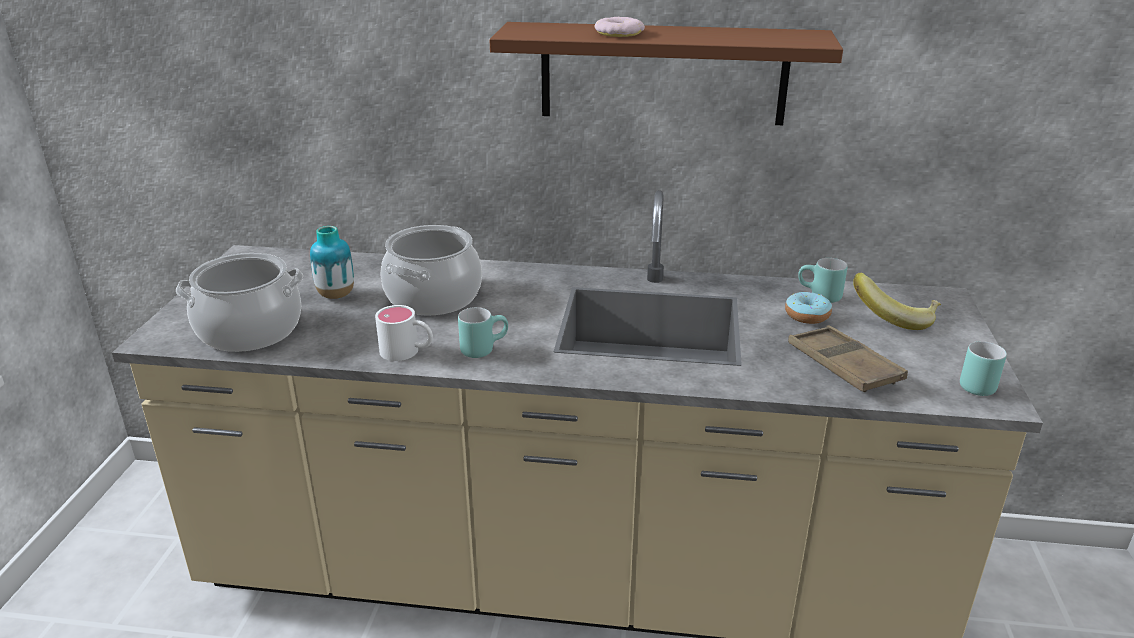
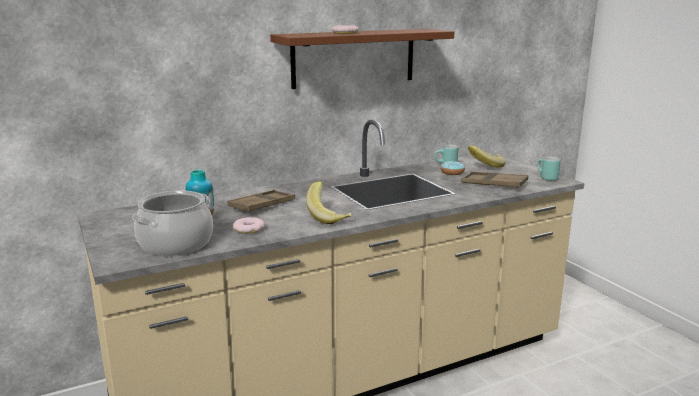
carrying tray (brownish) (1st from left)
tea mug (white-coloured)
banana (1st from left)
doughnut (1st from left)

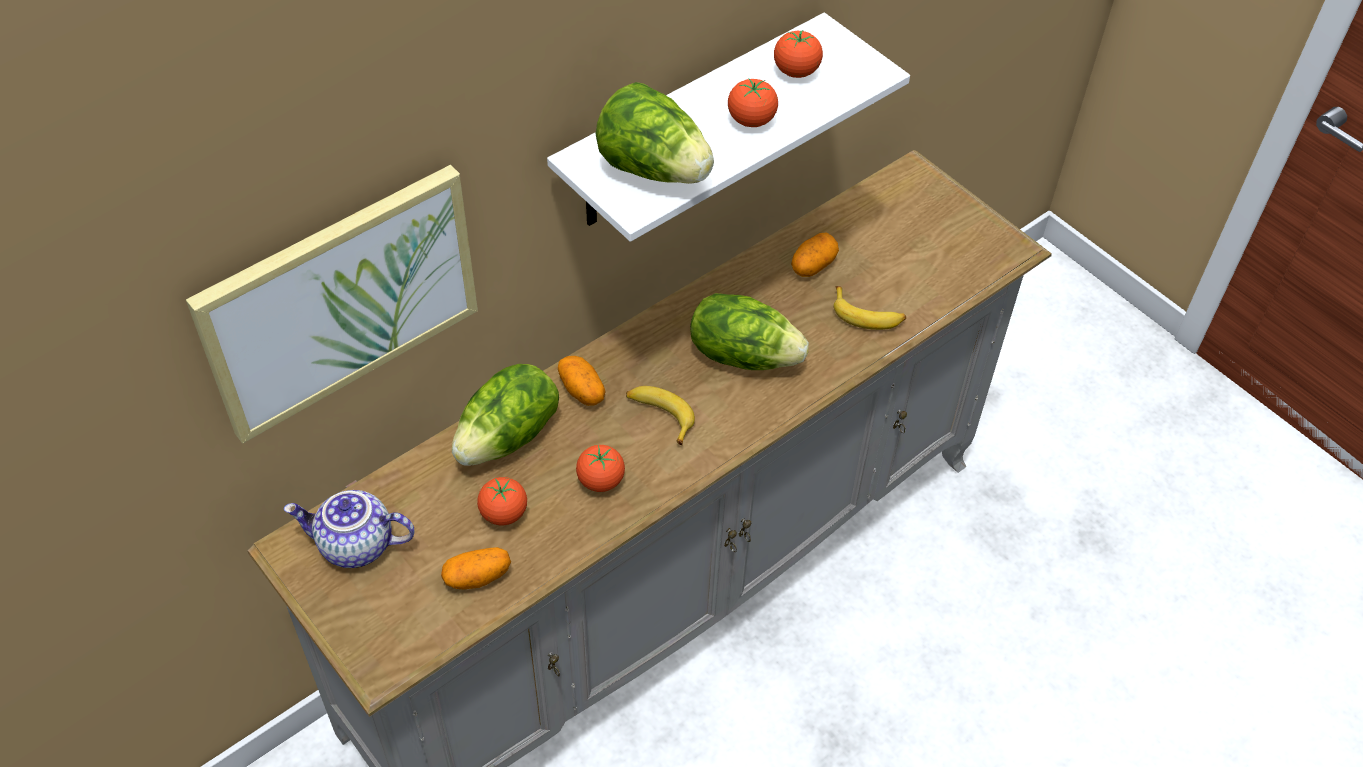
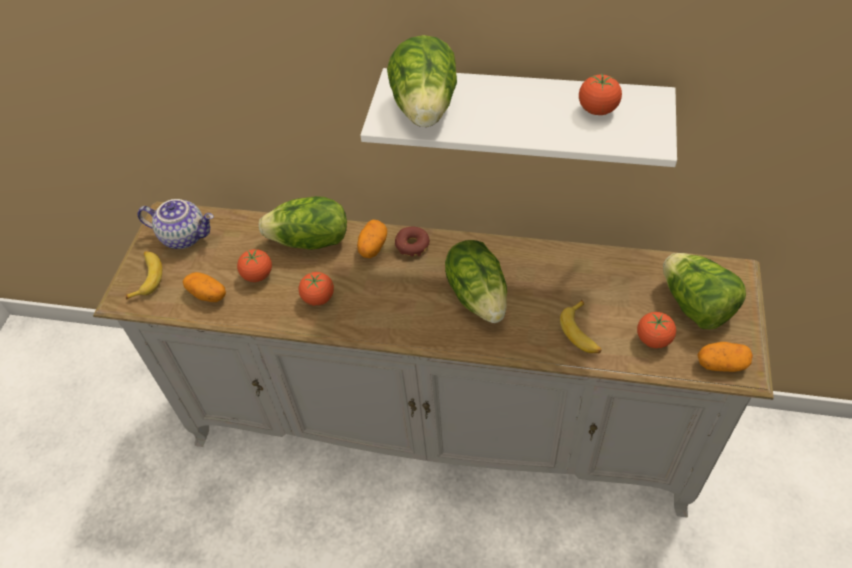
fresh tomato (4th from left)
wall picture
potato (3rd from left)
banana (1st from left)
pot for tea
doughnut
lettuce (4th from left)

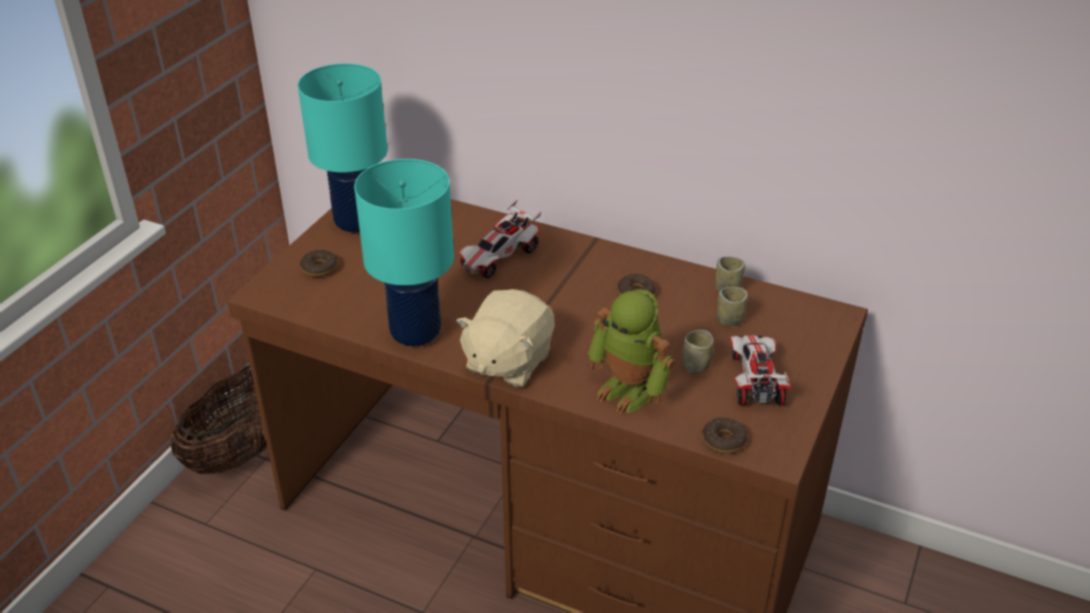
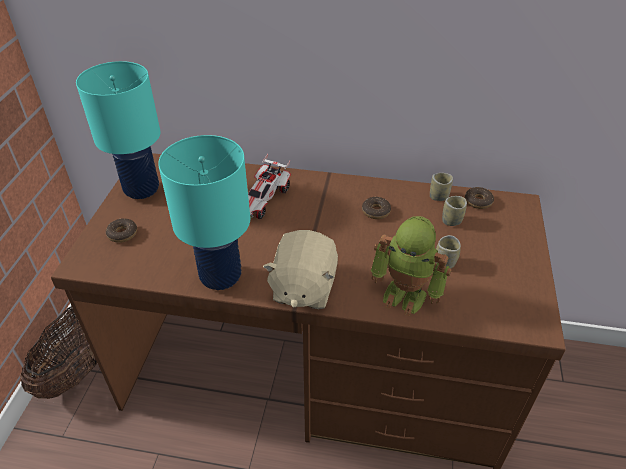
model car (2nd from left in the first image)
doughnut (3rd from left)

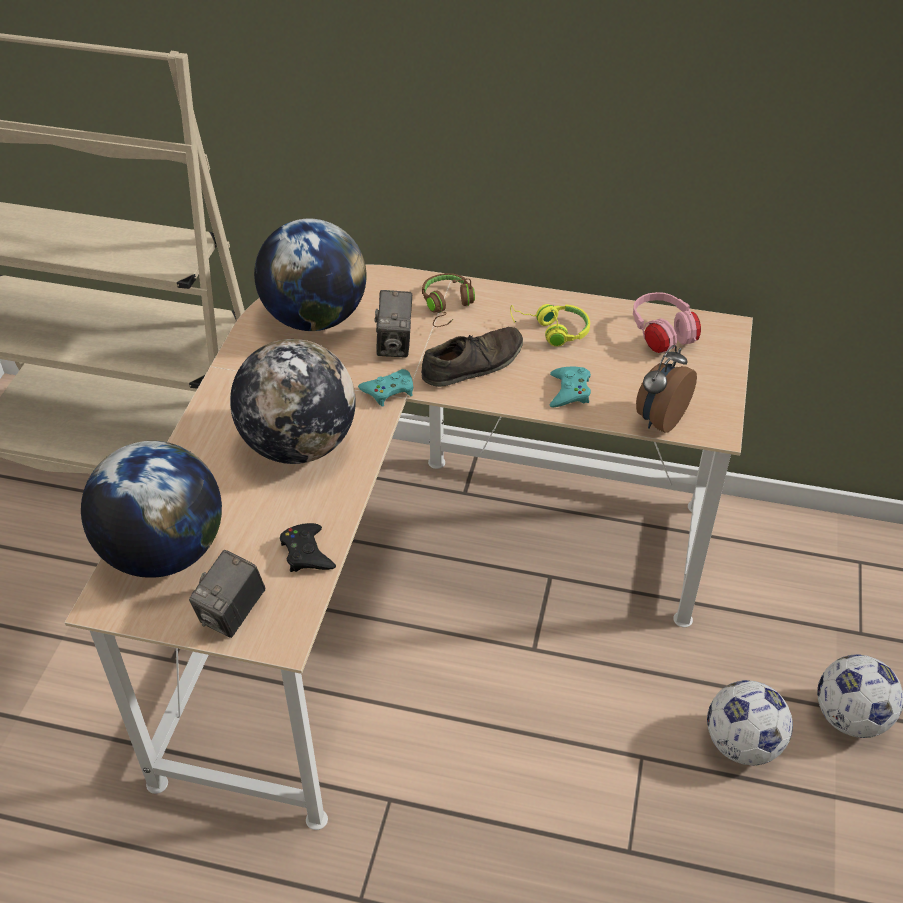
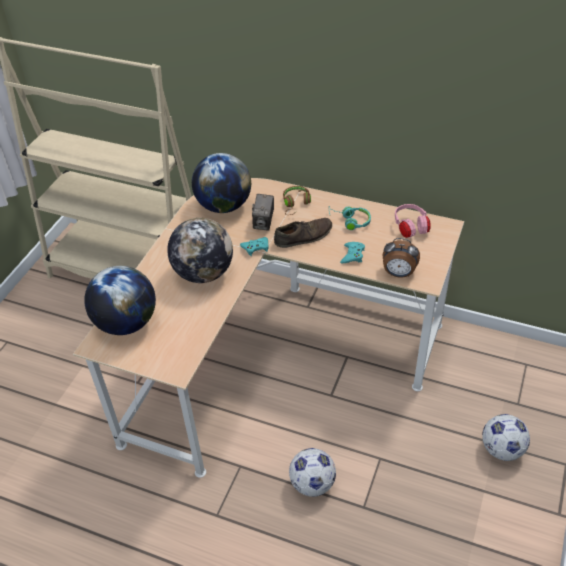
headphones (turquoise)
bedside clock
gamepad (blackish)
photo camera (1st from left in the first image)
football ball (1st from left)

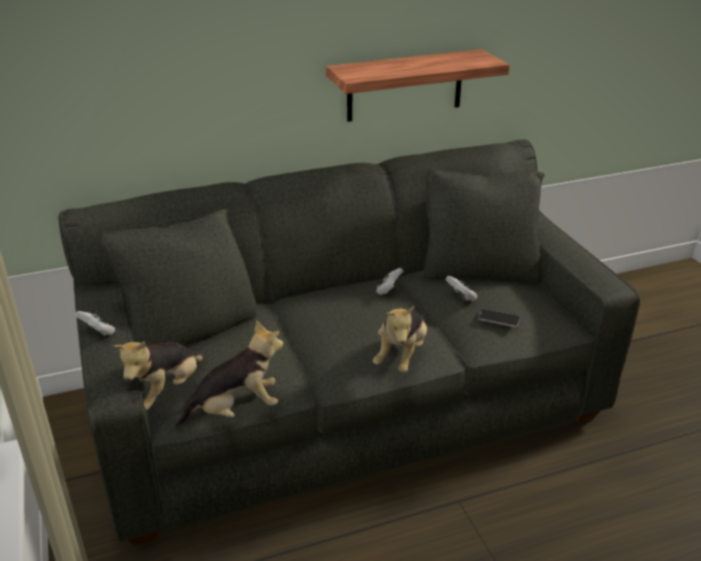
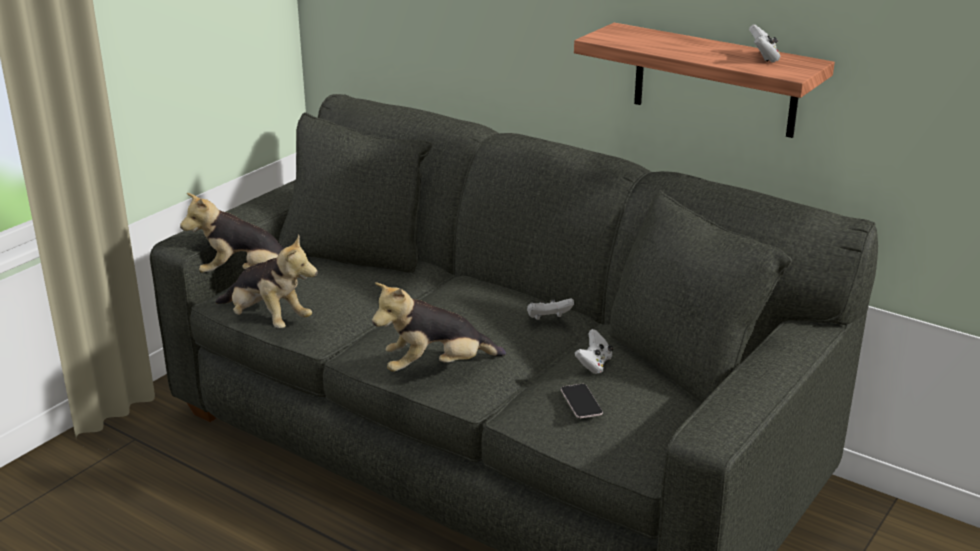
gamepad (white-coloured) (3rd from left)

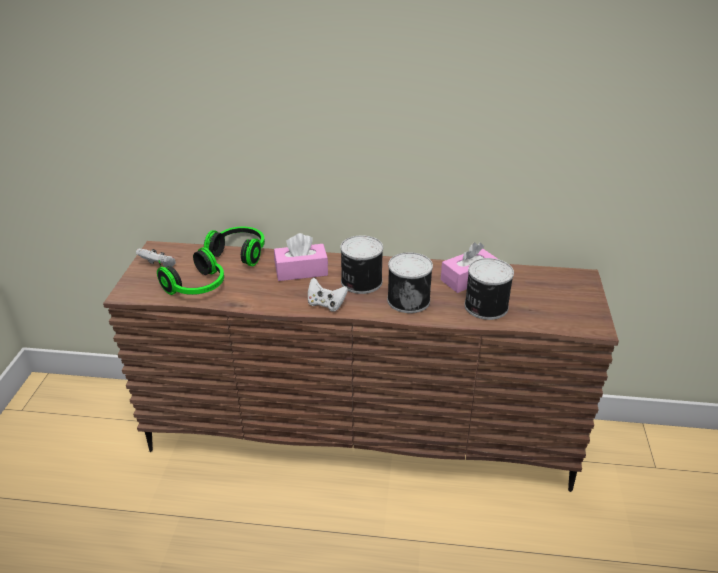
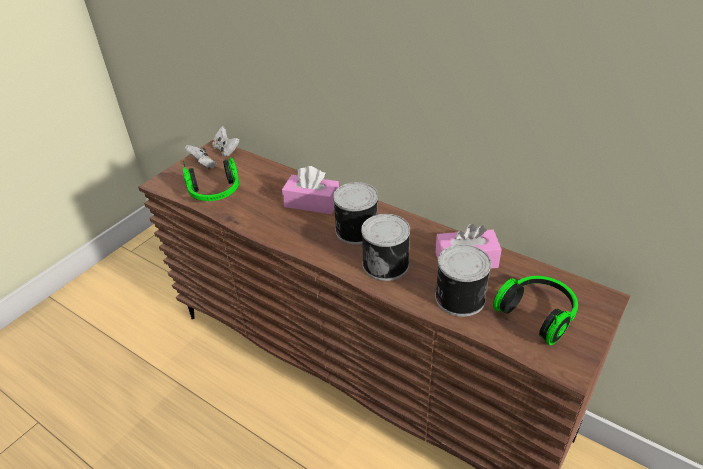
headphones (2nd from left)
gamepad (white-coloured) (2nd from left)

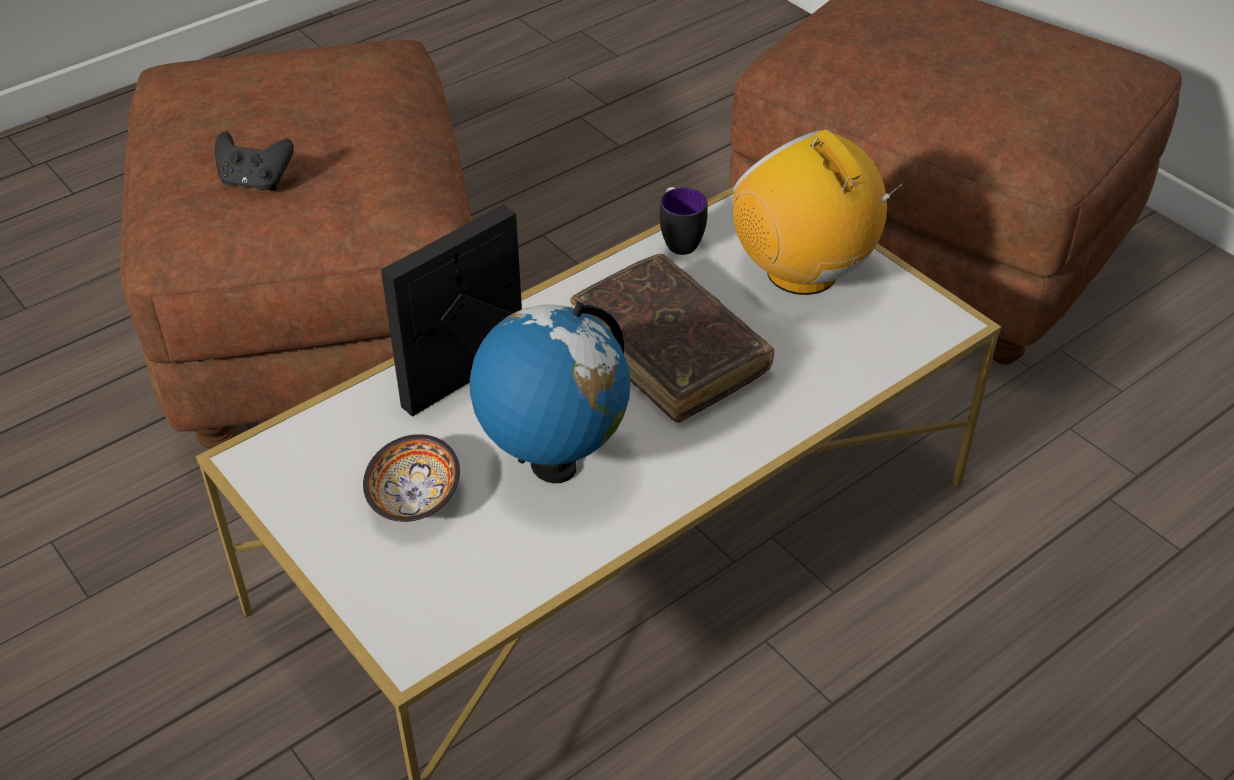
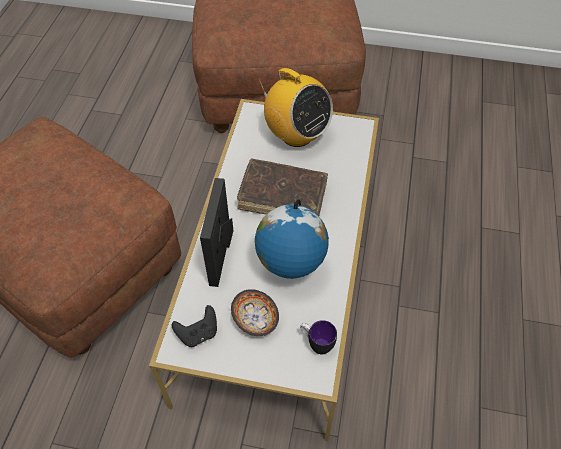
radio receiver
gamepad (blackish)
tea mug

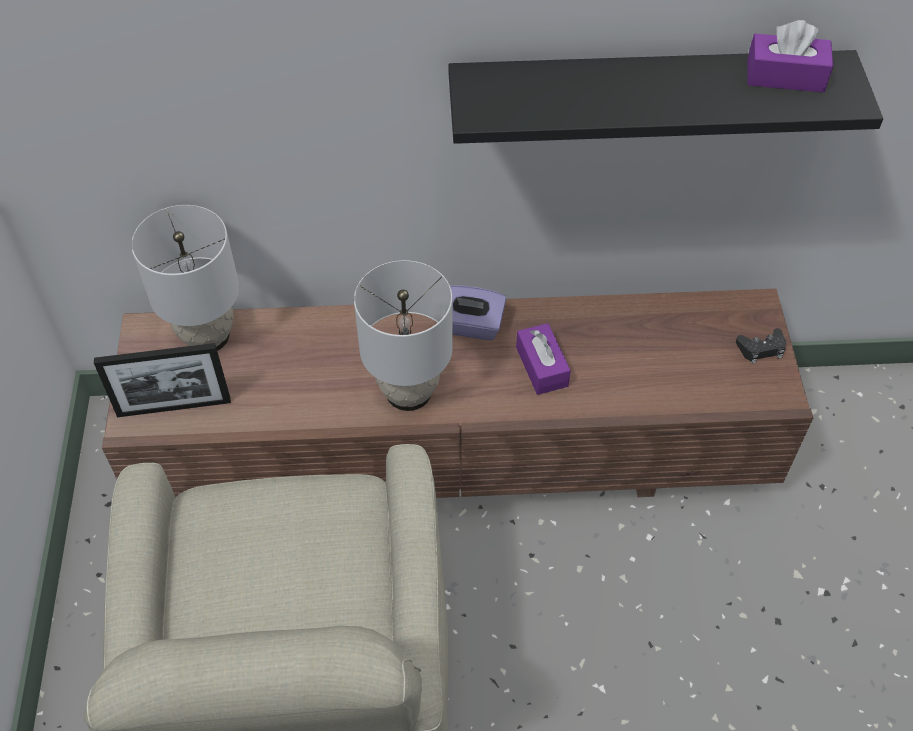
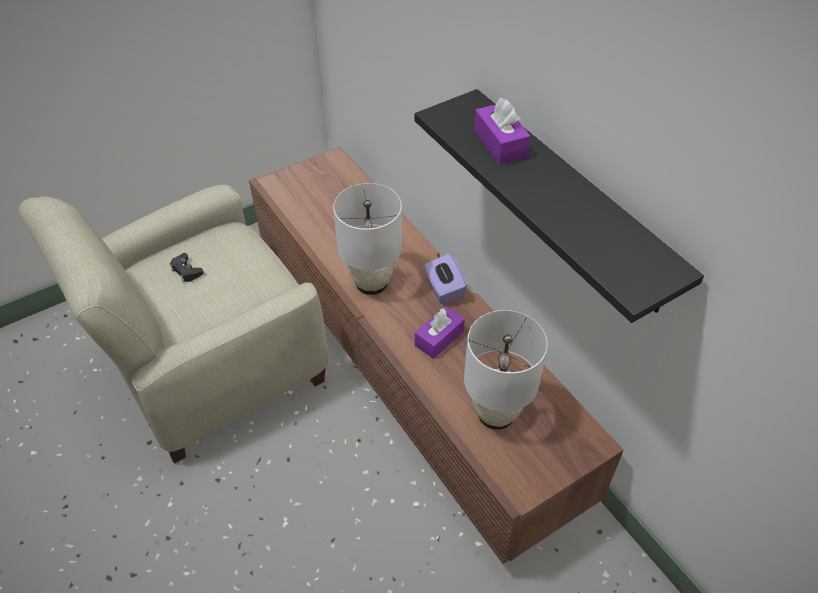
box of tissues (purplish) (3rd from left)
lamp for a table (white-coloured) (2nd from left)
gamepad (blackish)
standing frame

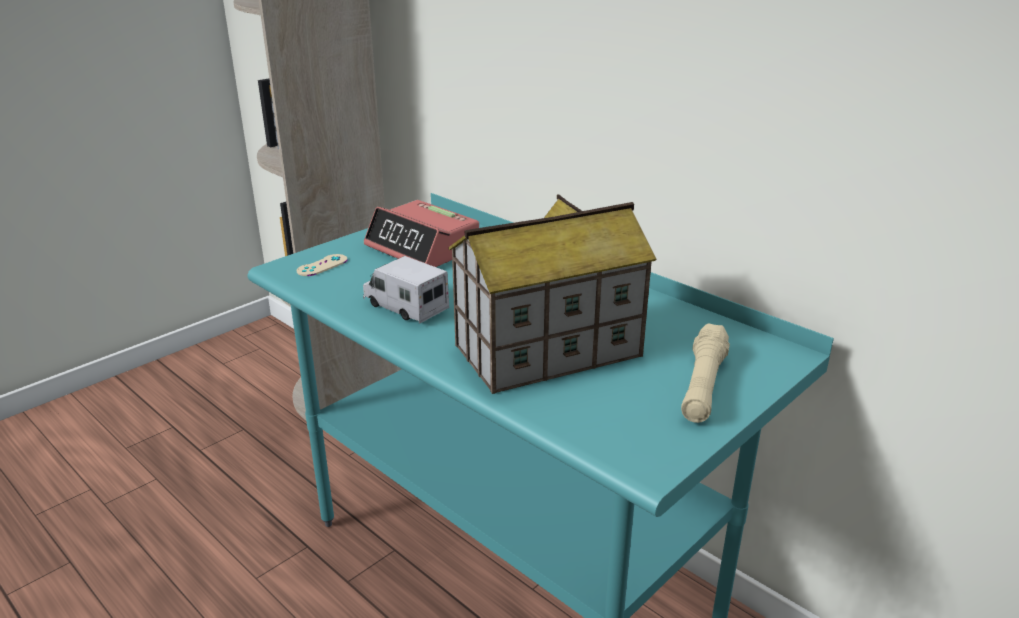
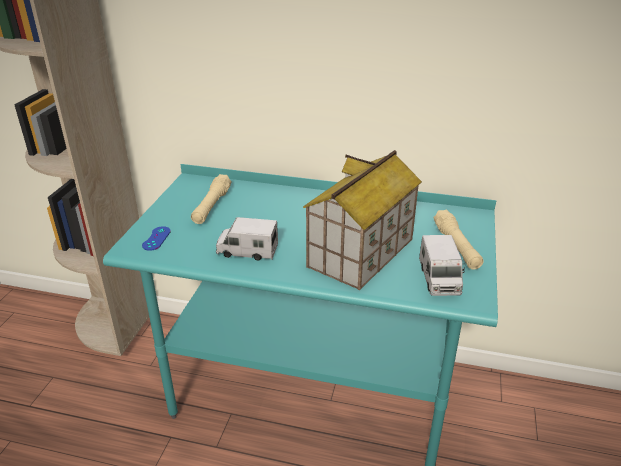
hand torch (beige) (1st from left)
gamepad (blue)
toy lorry (2nd from left)

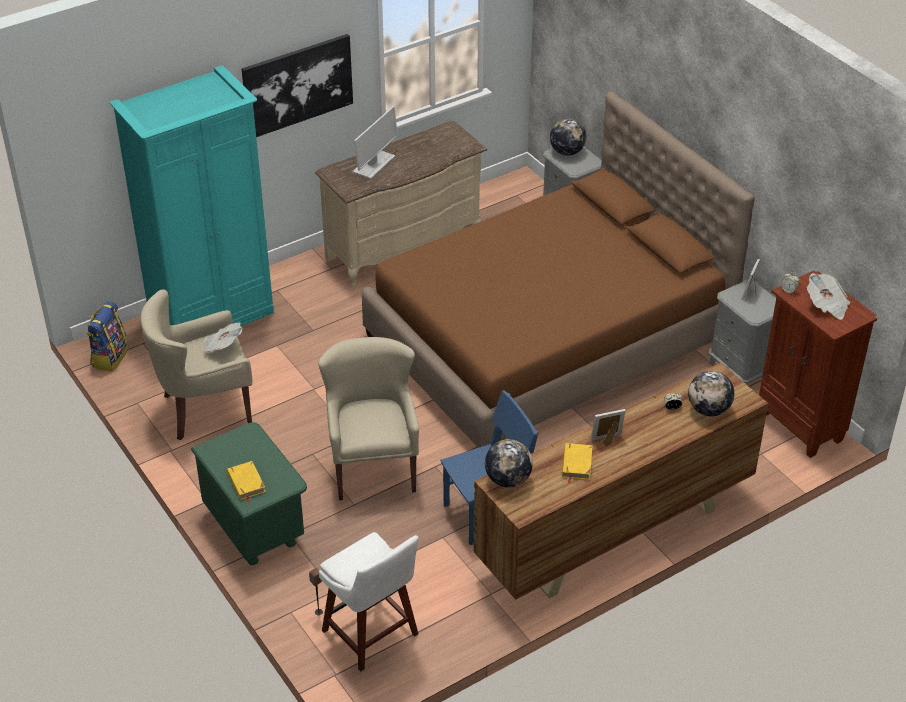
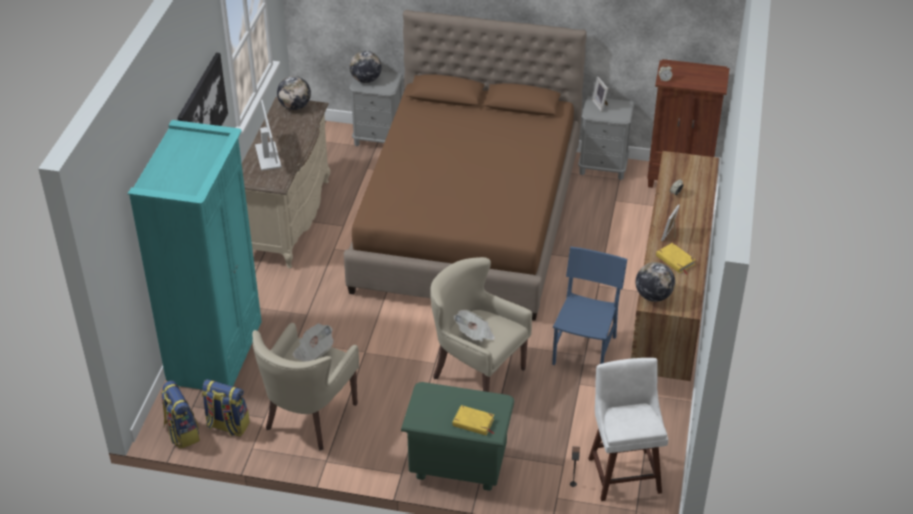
printed paper (2nd from left)
globe (1st from left)
upright chair (white-coloured)
backpack (2nd from left)

